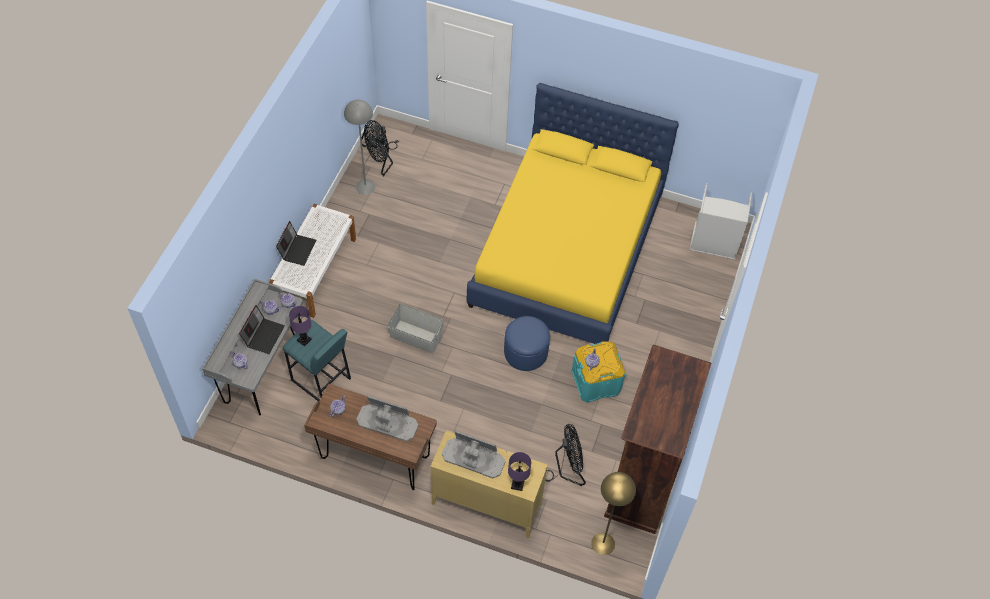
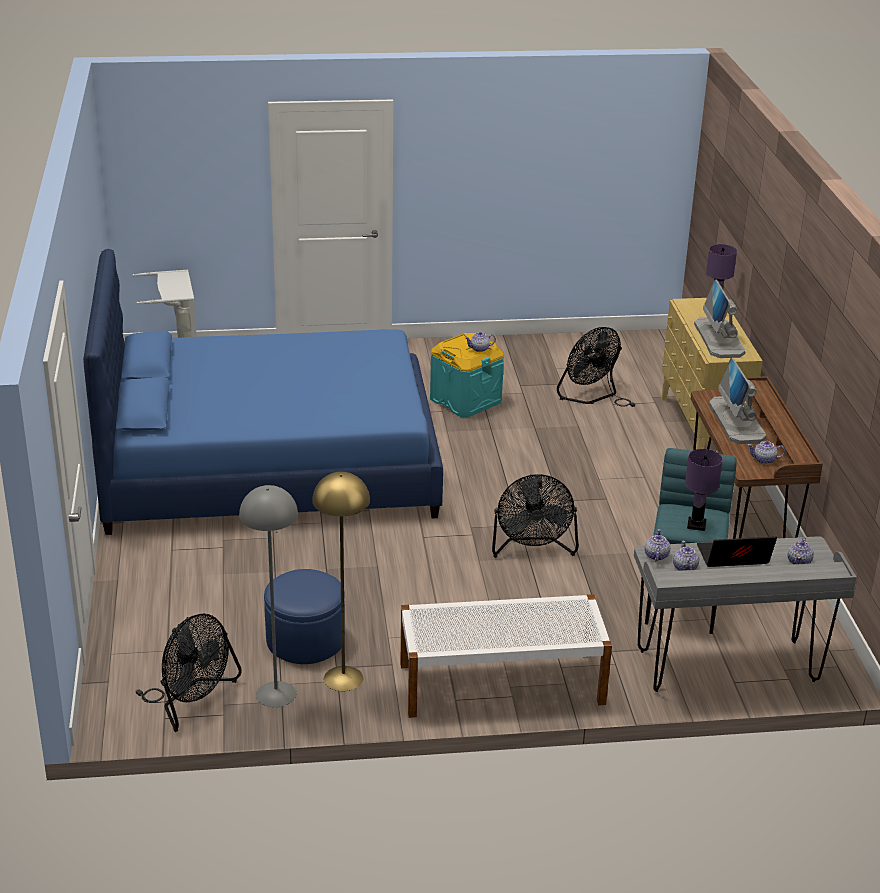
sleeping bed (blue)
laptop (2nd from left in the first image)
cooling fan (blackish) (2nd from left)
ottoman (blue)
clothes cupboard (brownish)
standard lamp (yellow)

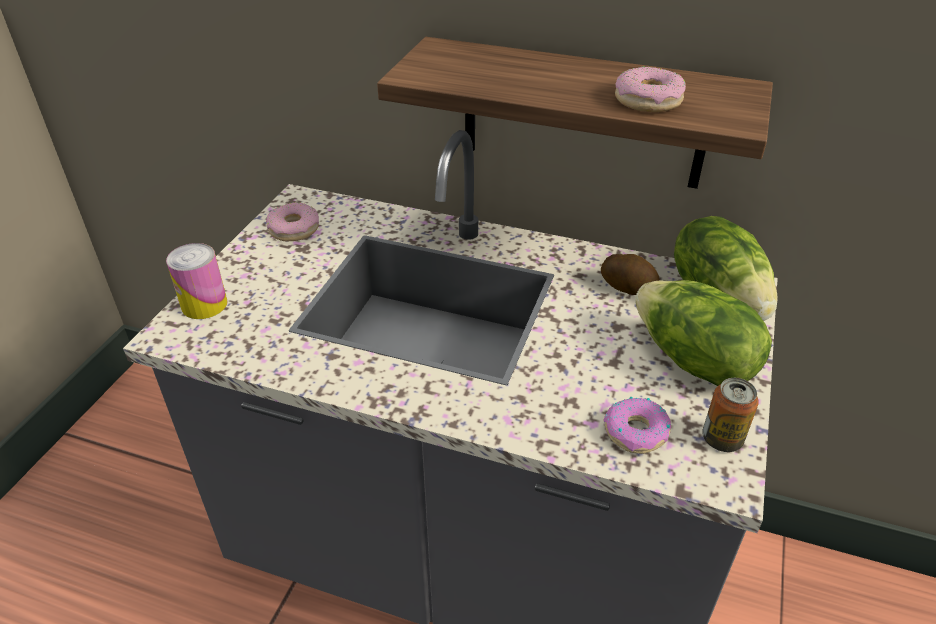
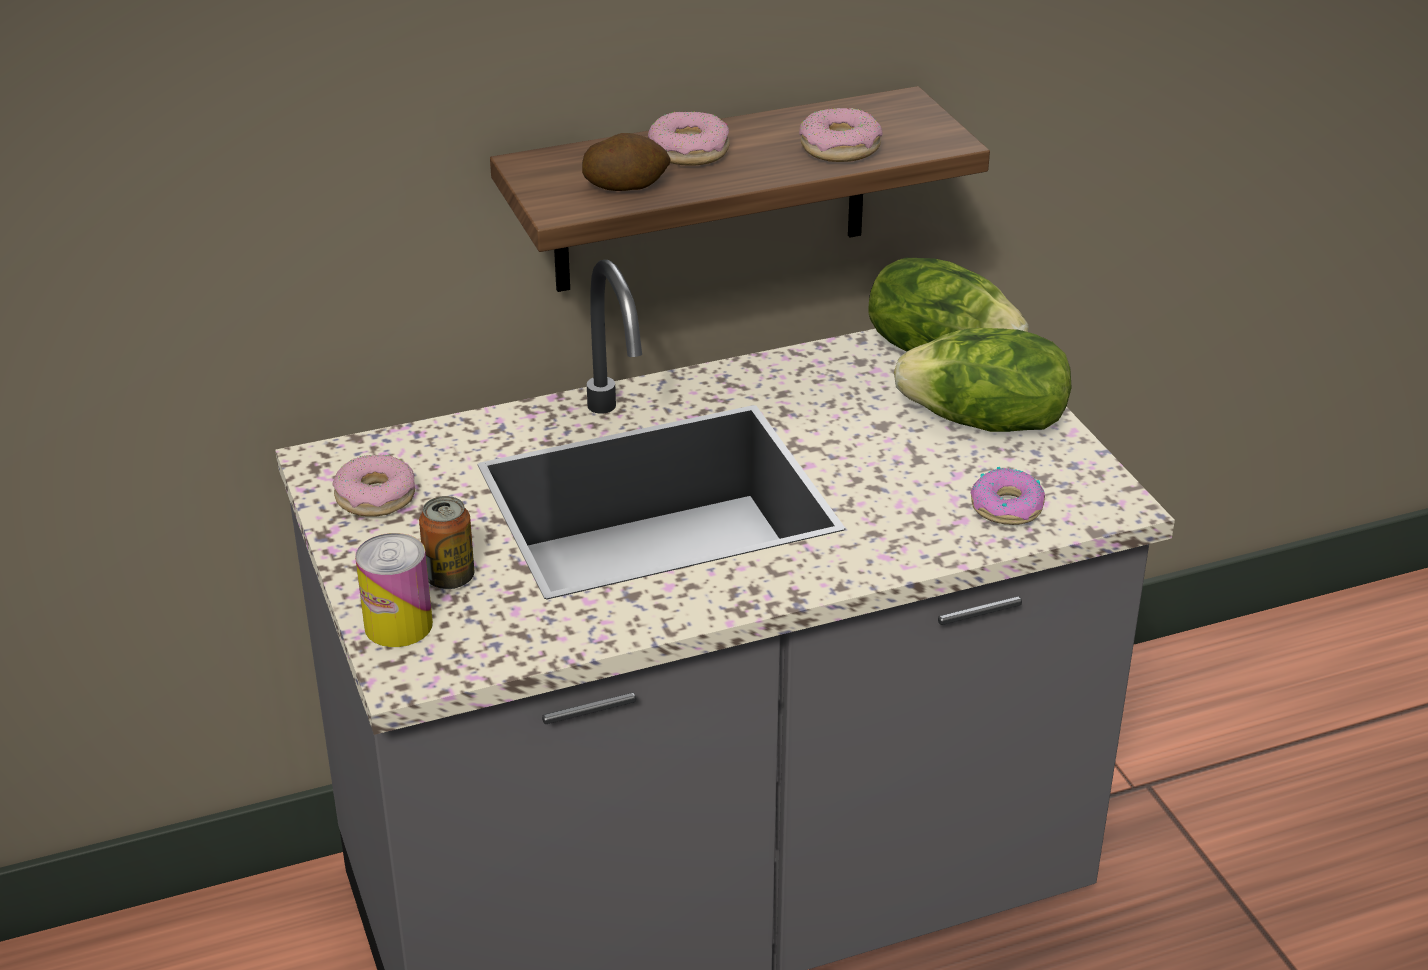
potato
can (2nd from left)
doughnut (2nd from left)

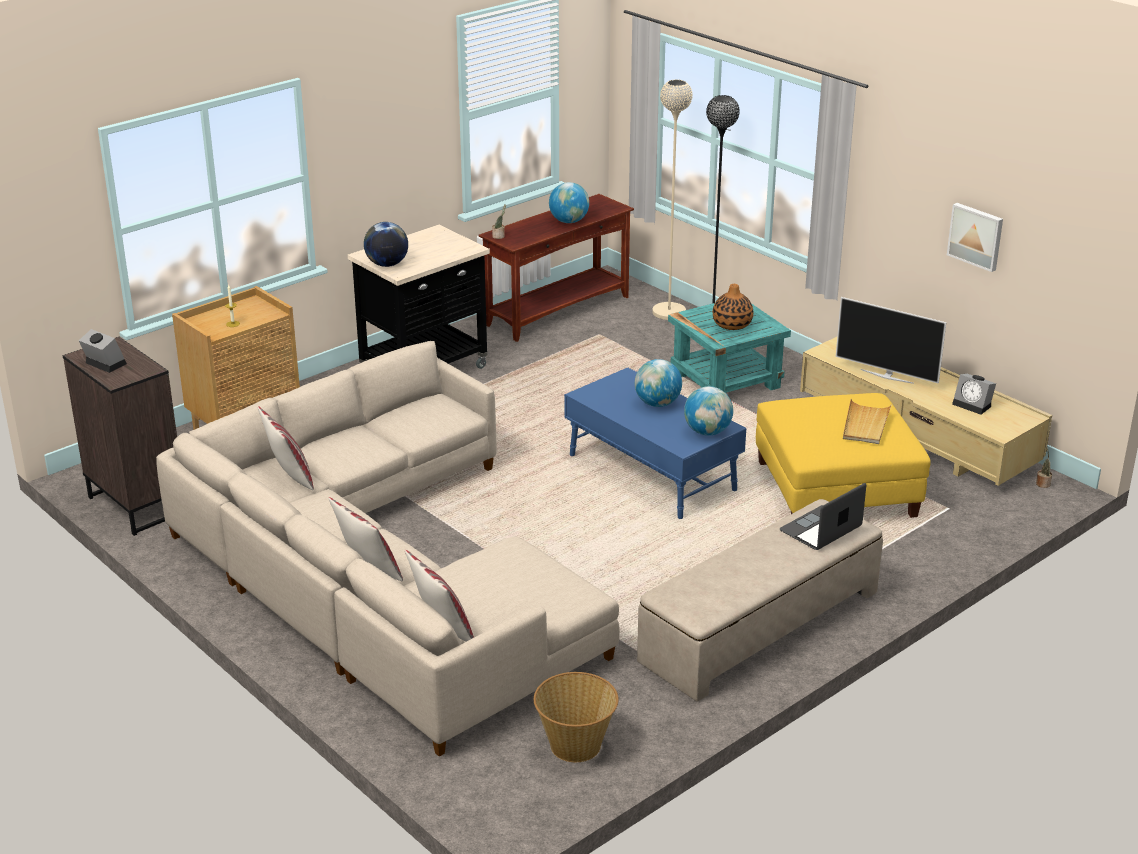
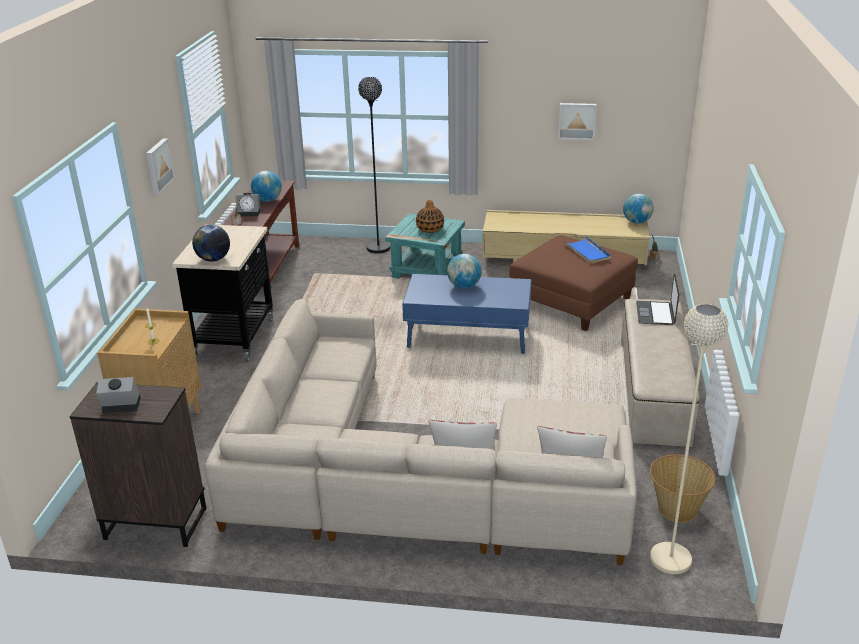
standard lamp (beige)
TV
bedside clock (2nd from left)
globe (4th from left)
ottoman (brownish)
carrying tray (blue)
cushion (1st from left in the first image)
wall picture (1st from left)

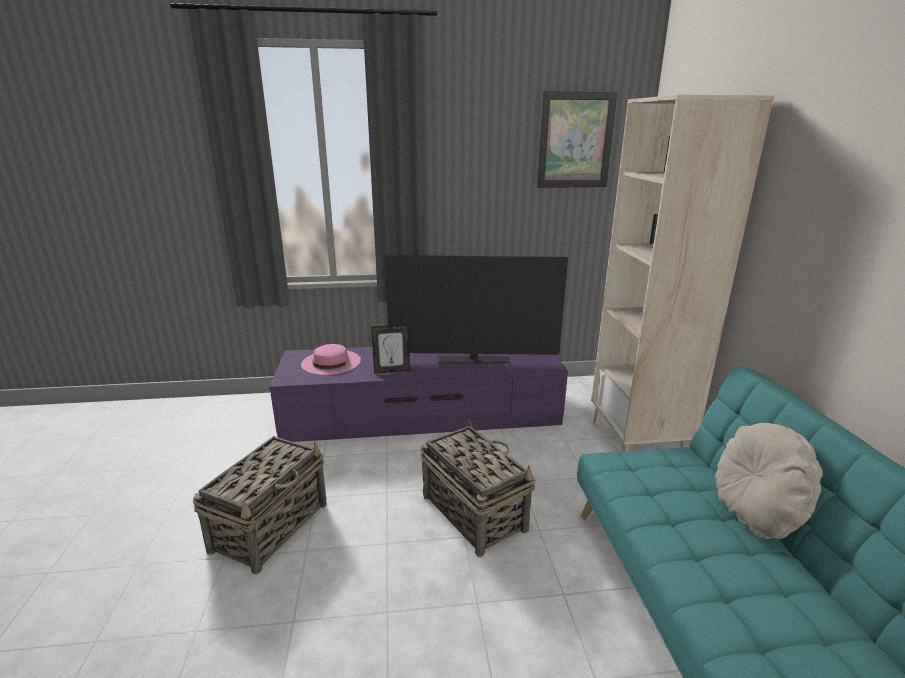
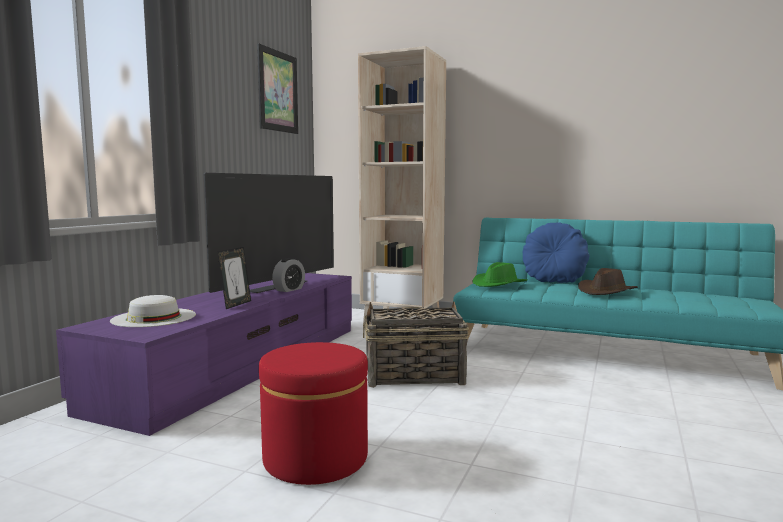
wearable hat (white-coloured)
cushion (blue)
ottoman (red)
bedside clock
wearable hat (green)
wearable hat (brownish)

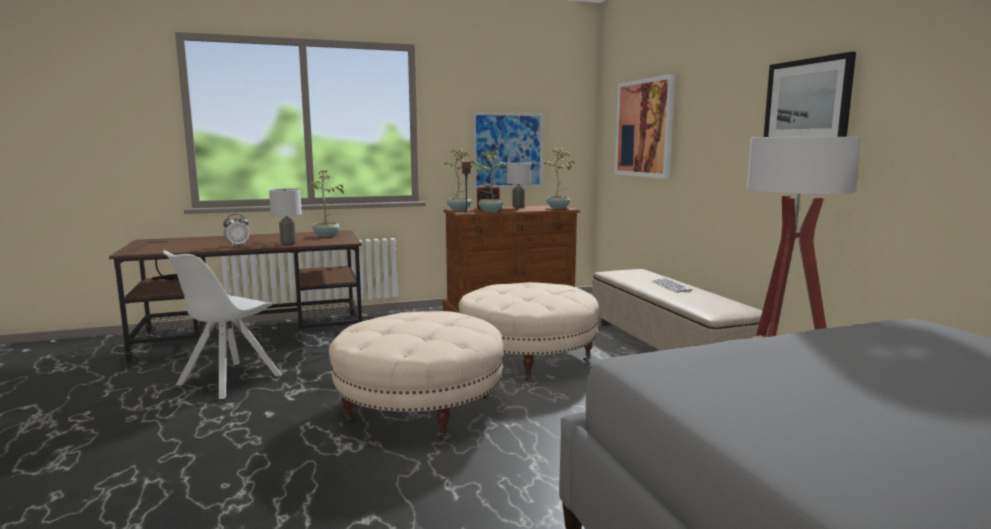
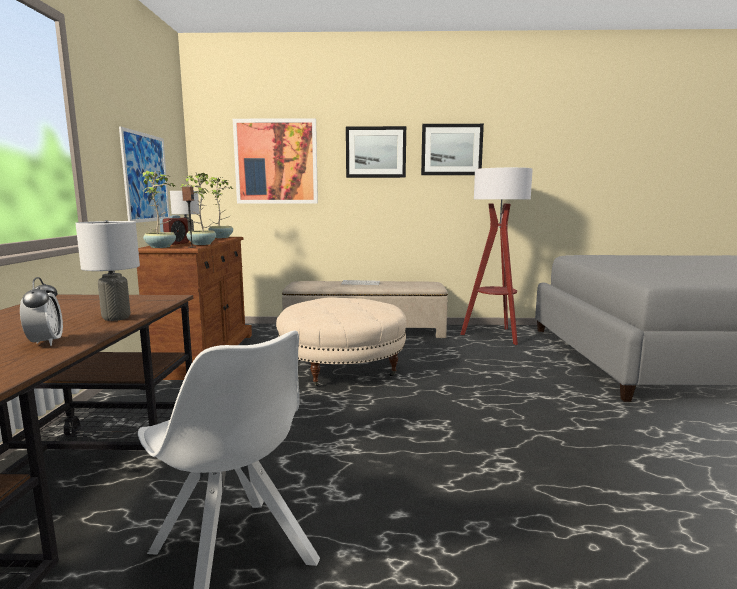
plant in a pot (1st from left in the first image)
ottoman (beige) (1st from left in the first image)
wall picture (3rd from left)

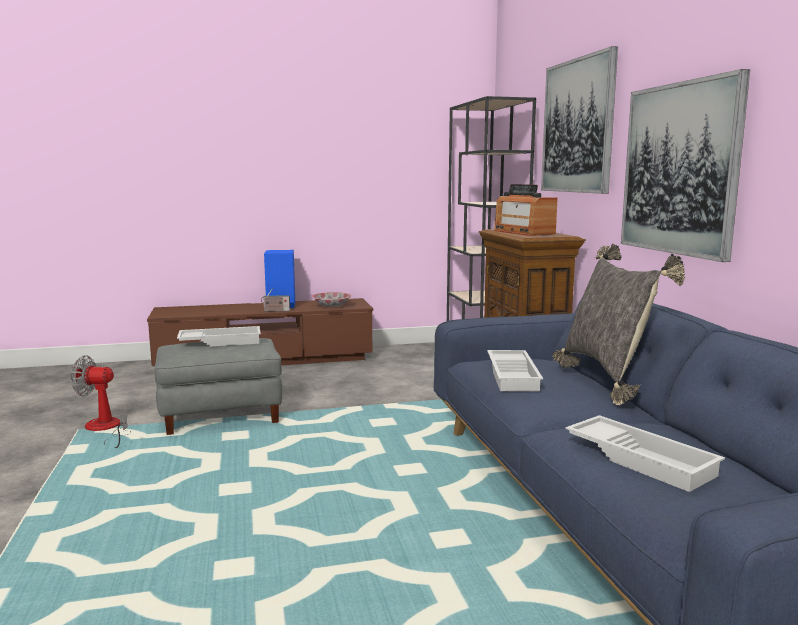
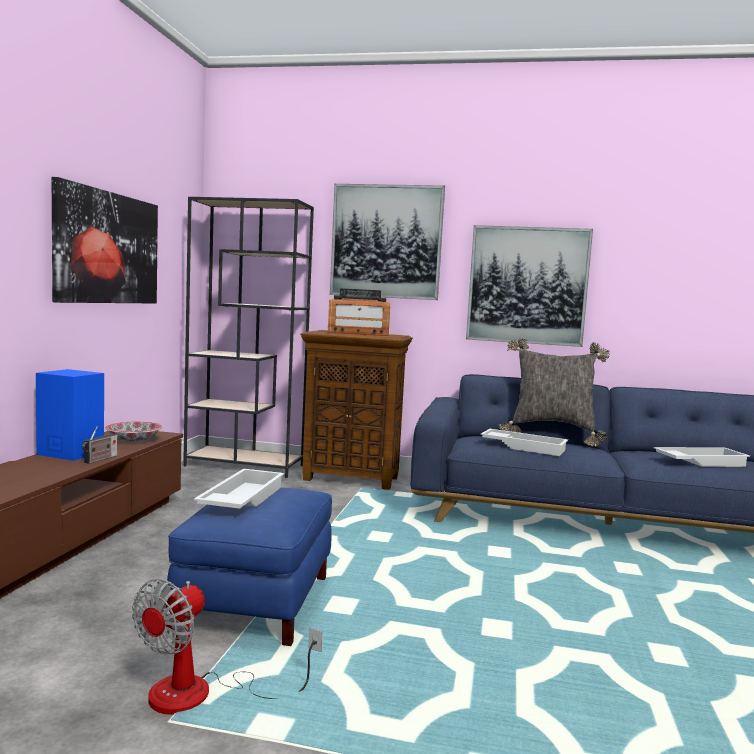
ottoman (blue)
wall picture (1st from left)

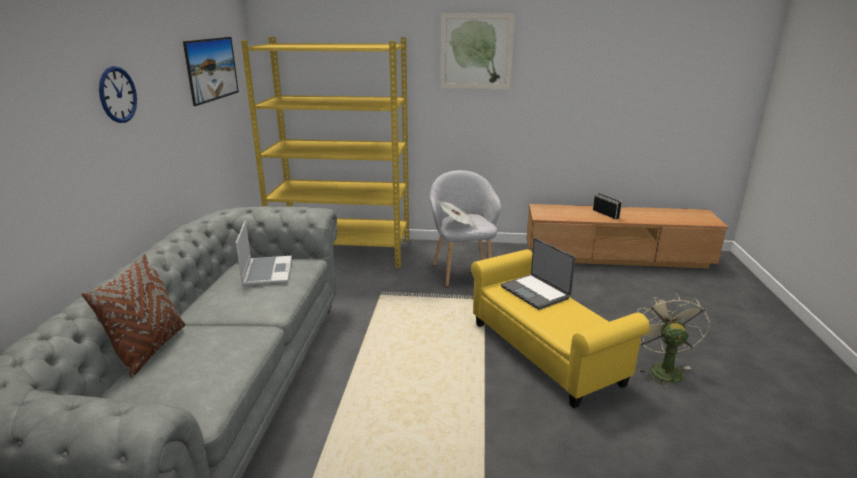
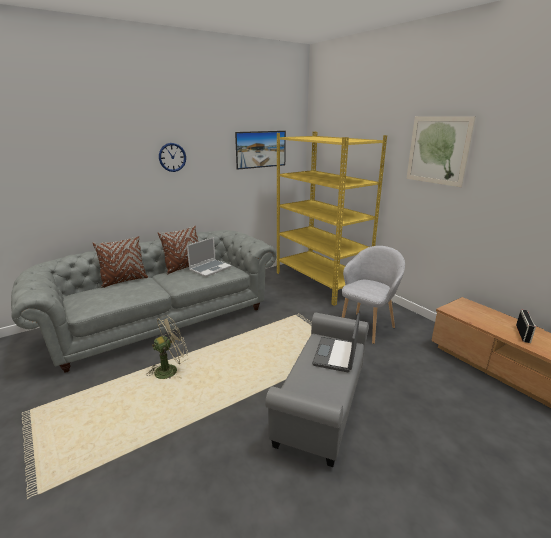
printed paper
ottoman (greyish)
cooling fan (beige)
cushion (brownish) (2nd from left)

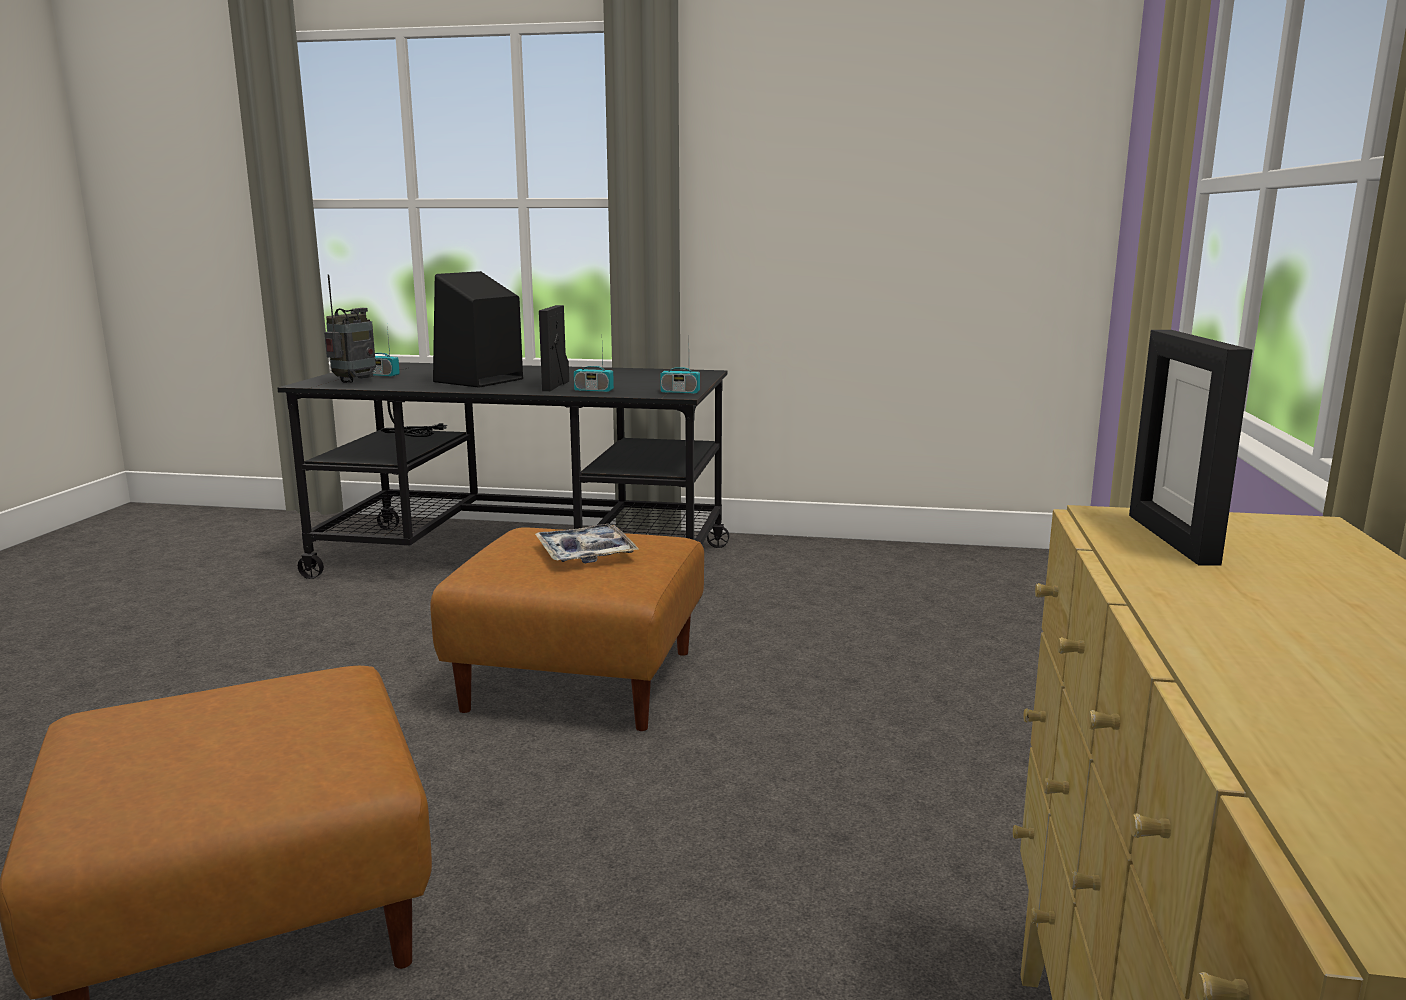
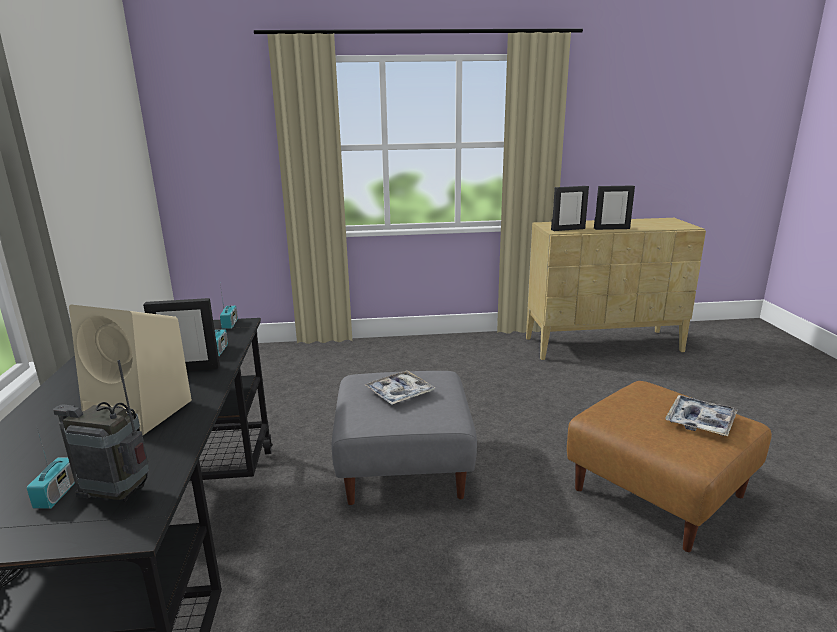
loudspeaker (beige)
ottoman (greyish)
standing frame (3rd from left)
carrying tray (2nd from left)

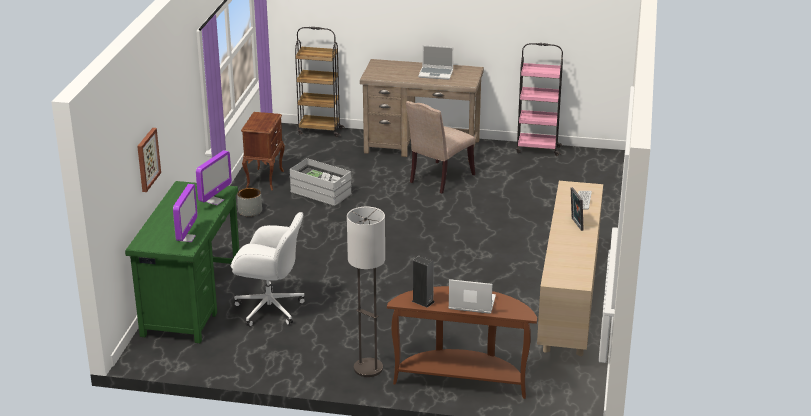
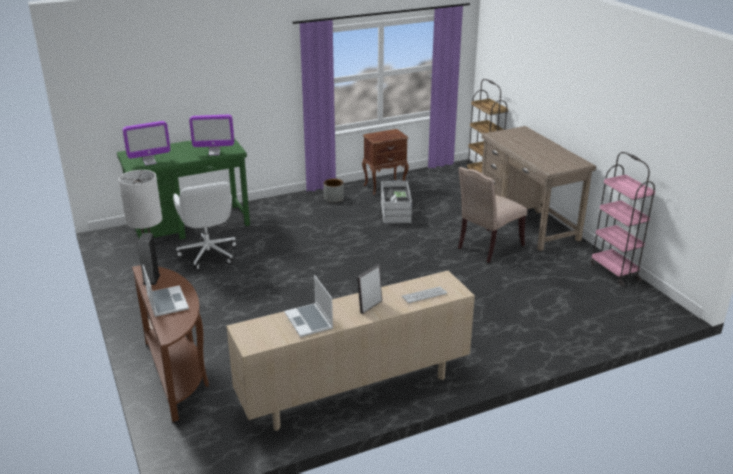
laptop (2nd from left)
upright chair (beige)
wall picture

